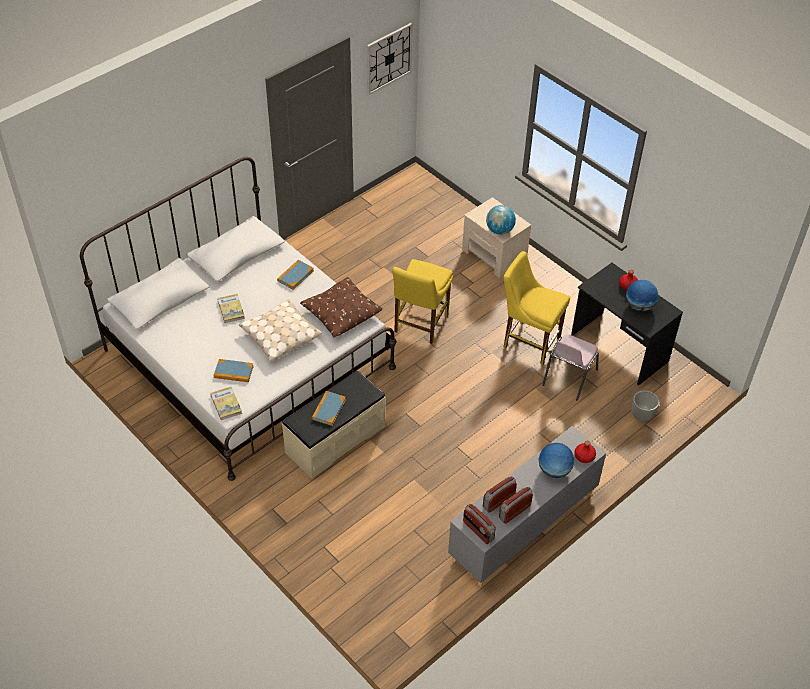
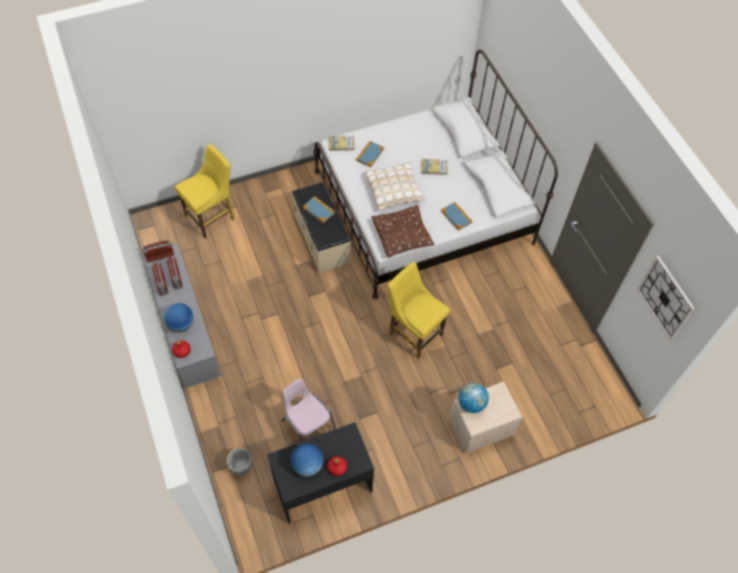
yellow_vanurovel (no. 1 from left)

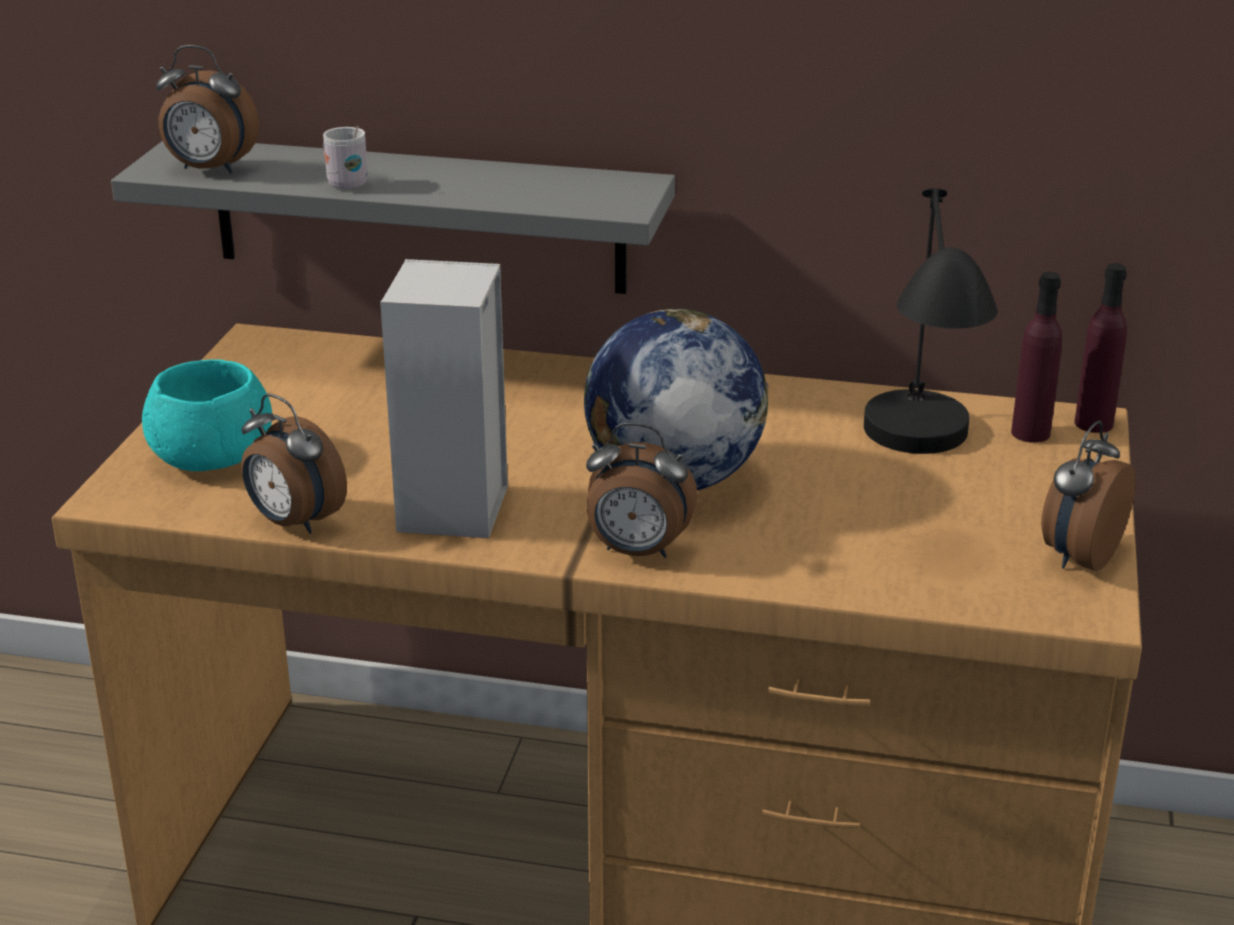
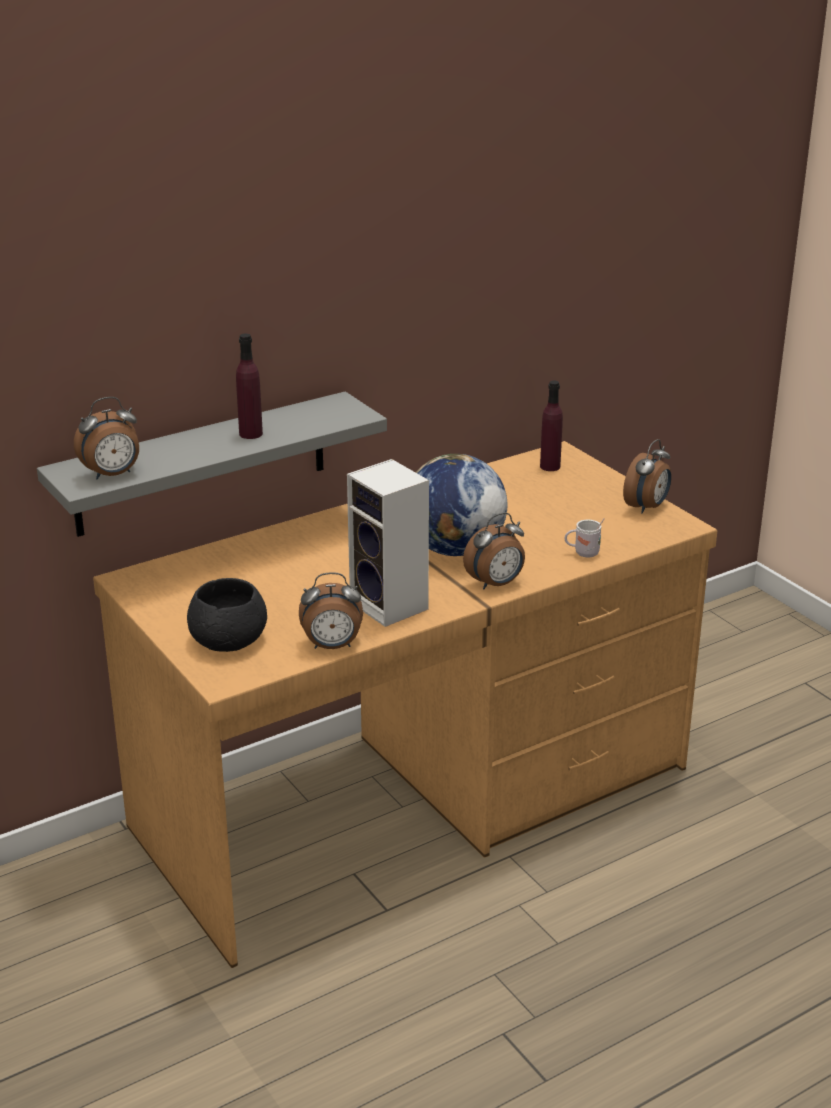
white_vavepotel; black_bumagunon; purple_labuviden (no. 1 from left); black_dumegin; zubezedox (no. 4 from left)

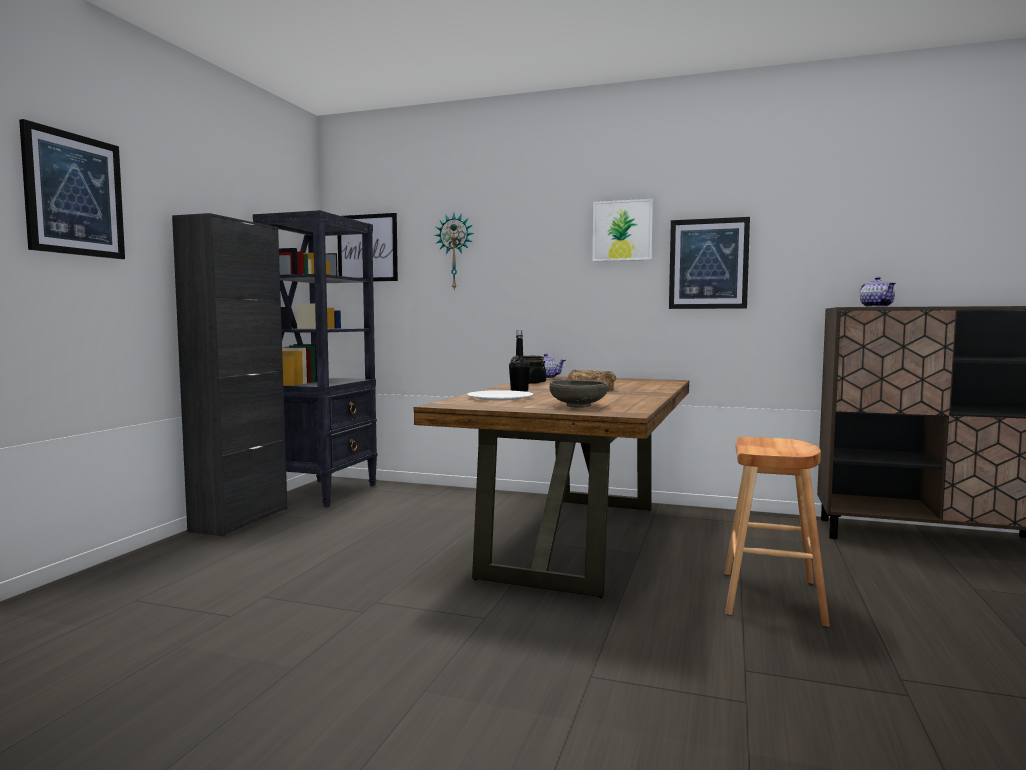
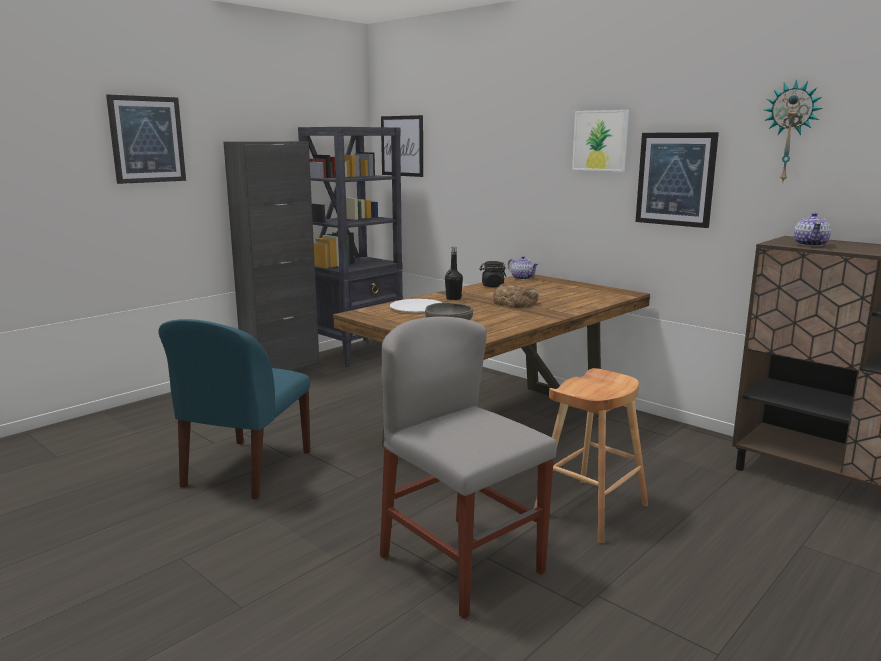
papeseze; grey_vanurovel; blue_vanurovel

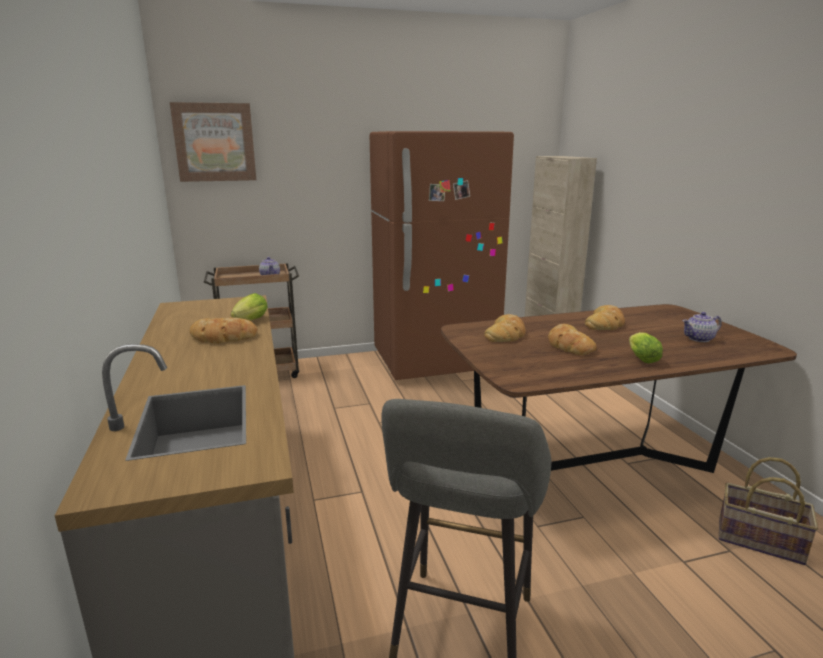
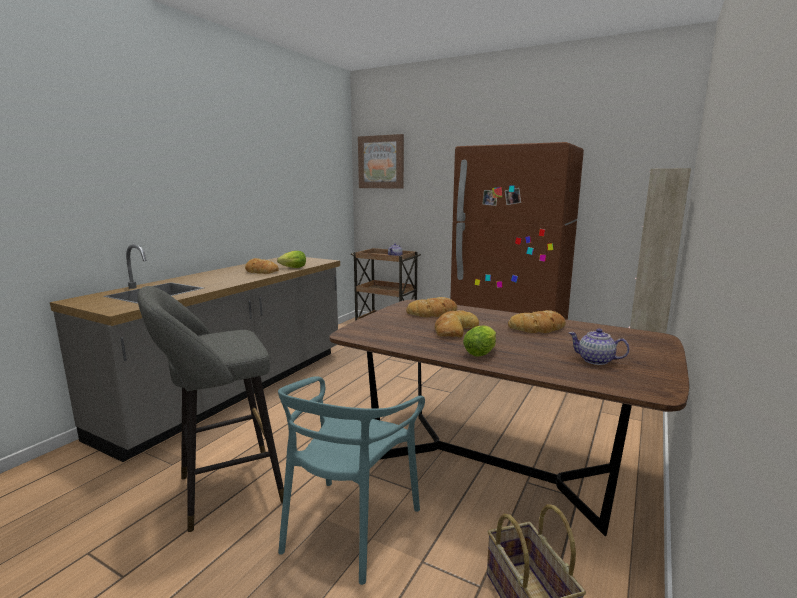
turquoise_vanurovel

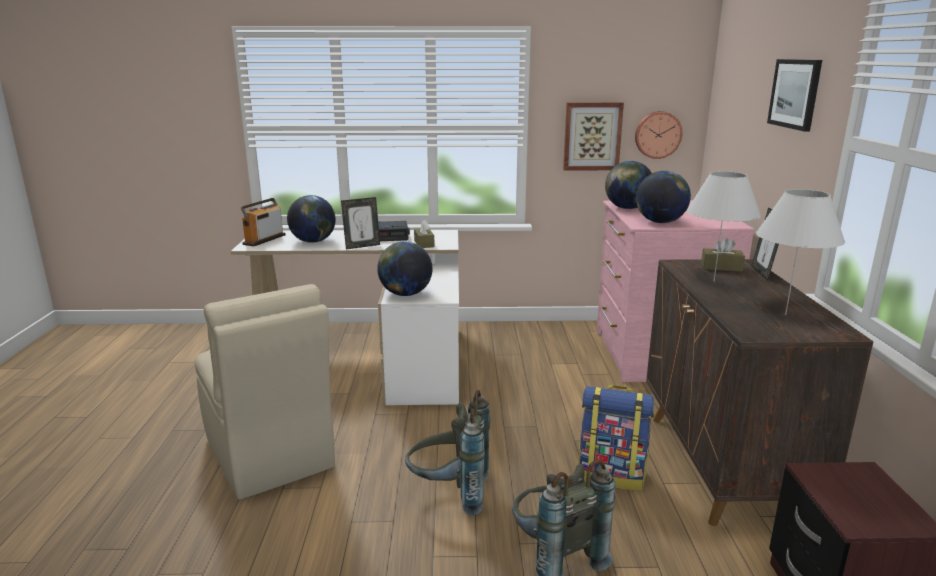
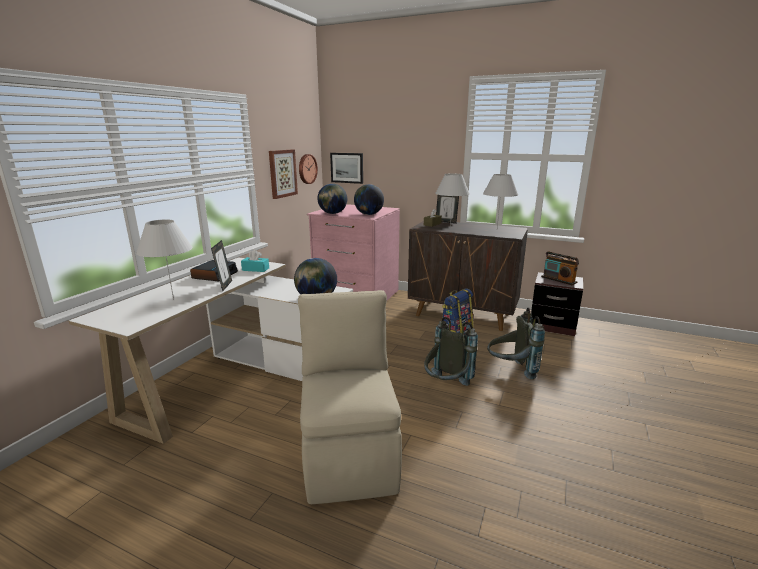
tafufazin (no. 2 from left); white_bumagunon (no. 1 from left); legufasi; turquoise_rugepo; beige_vanurovel

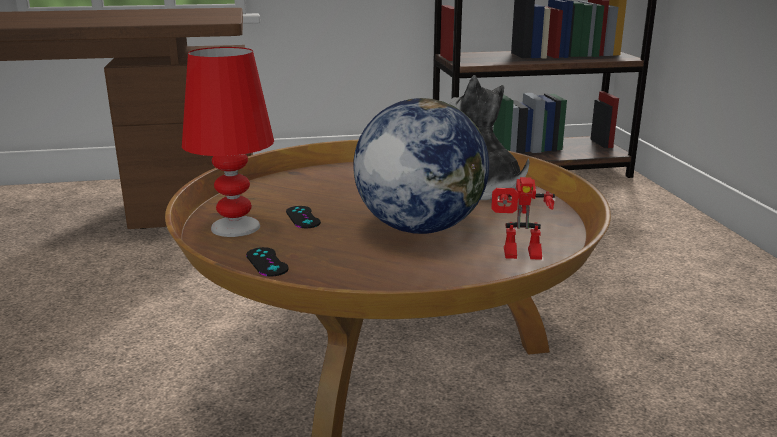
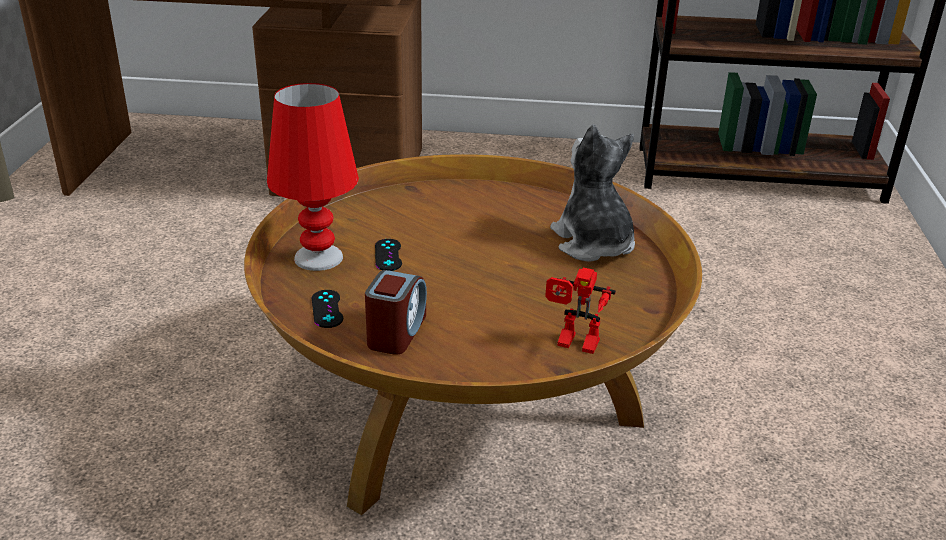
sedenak; zubezedox

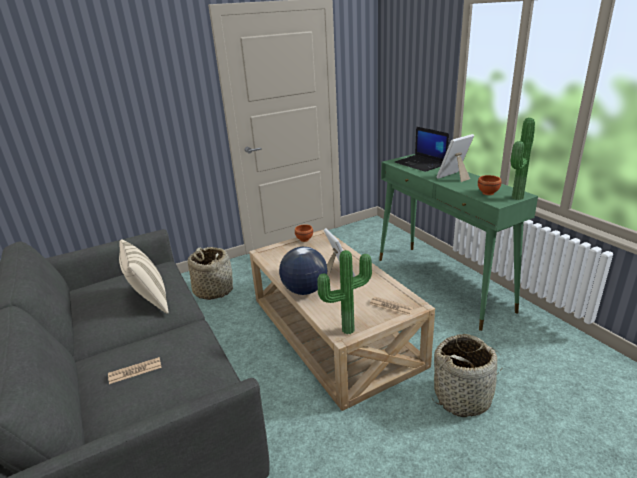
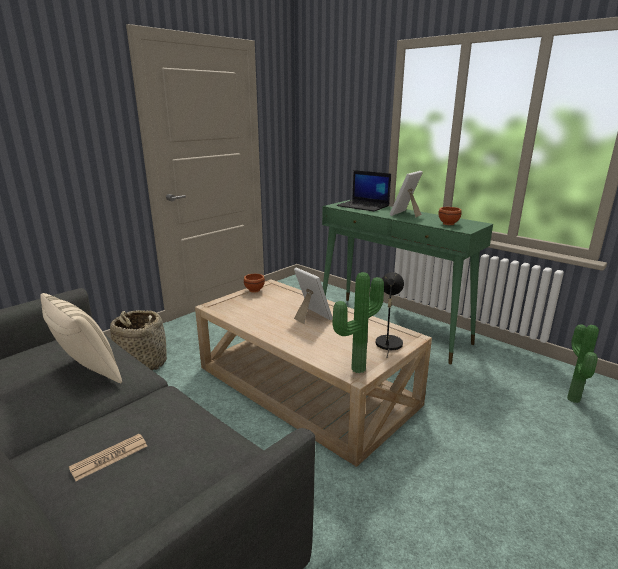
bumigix (no. 2 from left); sedenak; black_bumagunon; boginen (no. 2 from left in the first image)

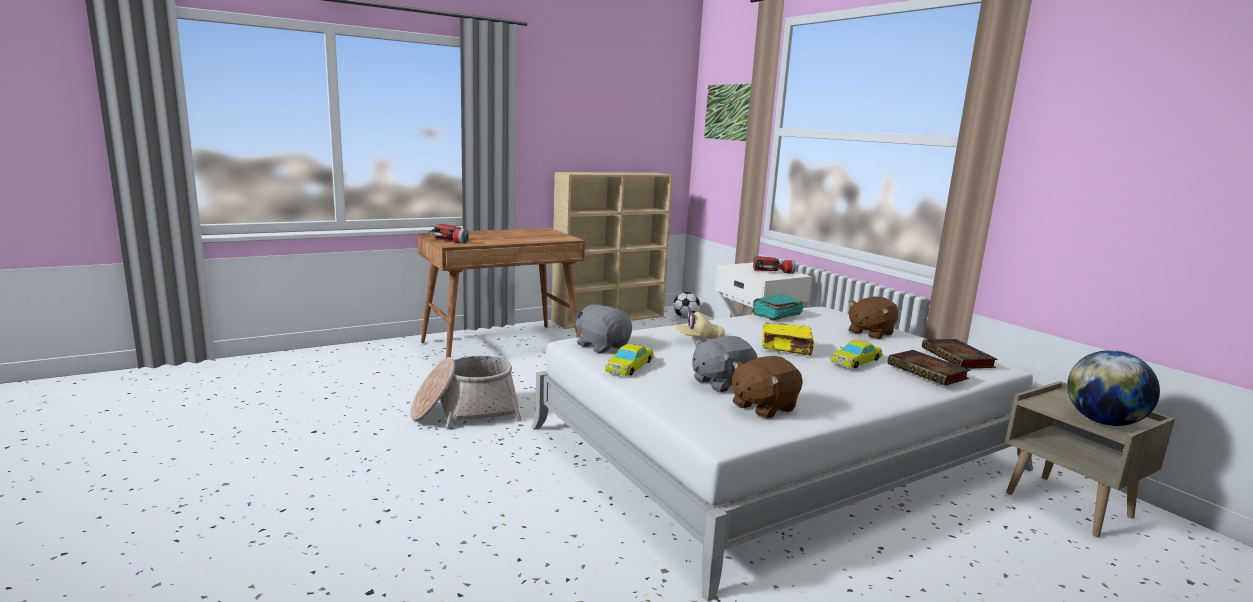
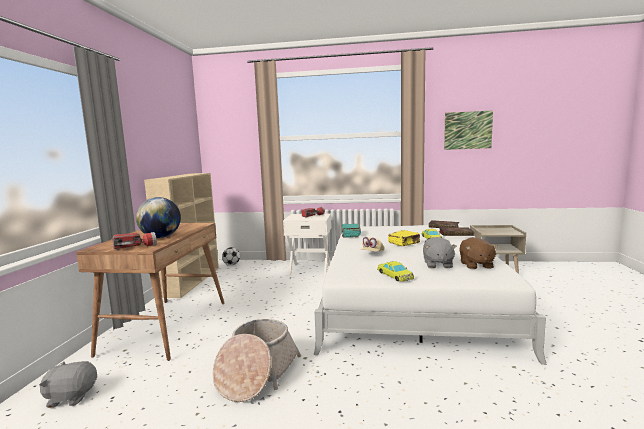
tafufazin; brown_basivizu (no. 2 from left in the first image); grey_basivizu (no. 1 from left); sedenak

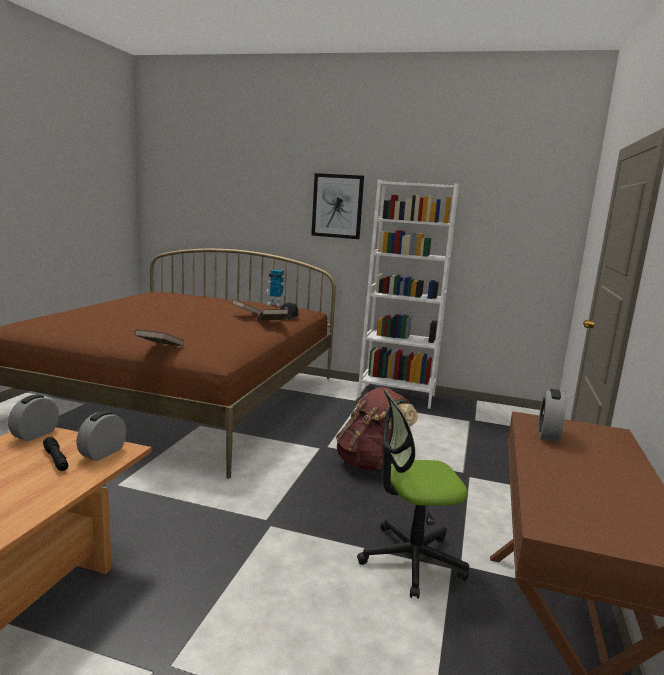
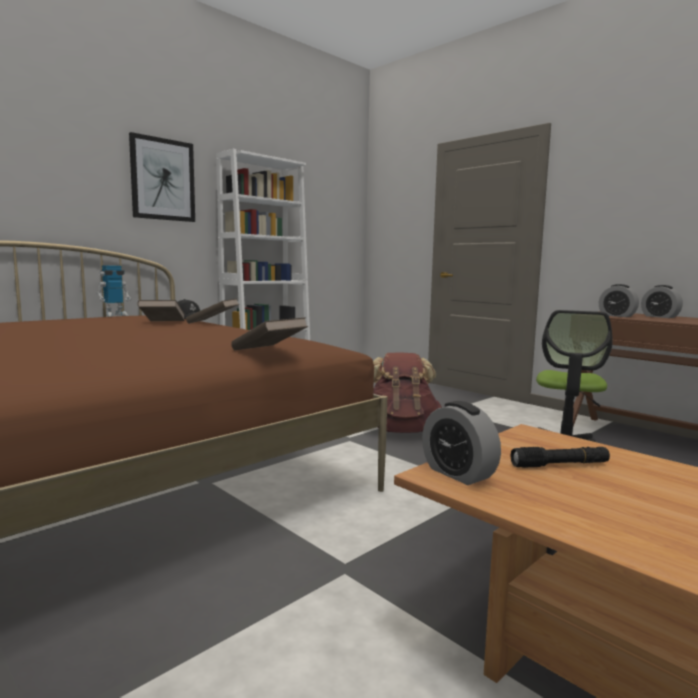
zubezedox (no. 3 from left)

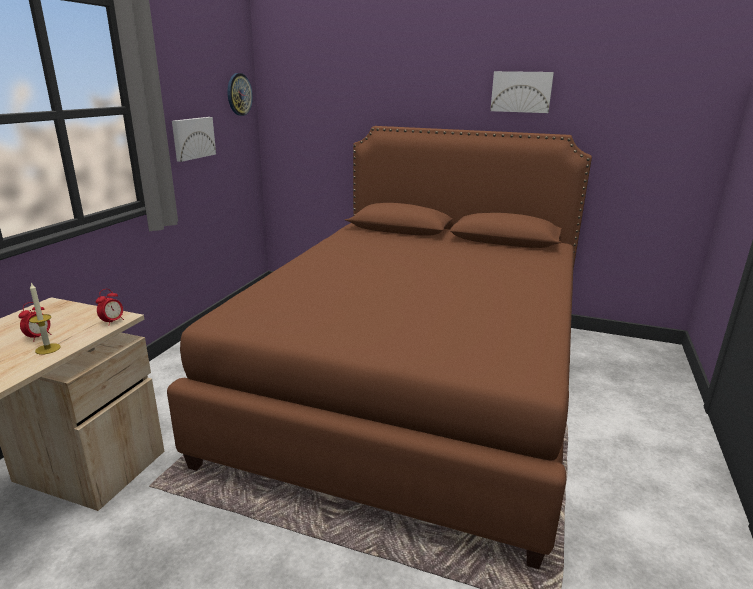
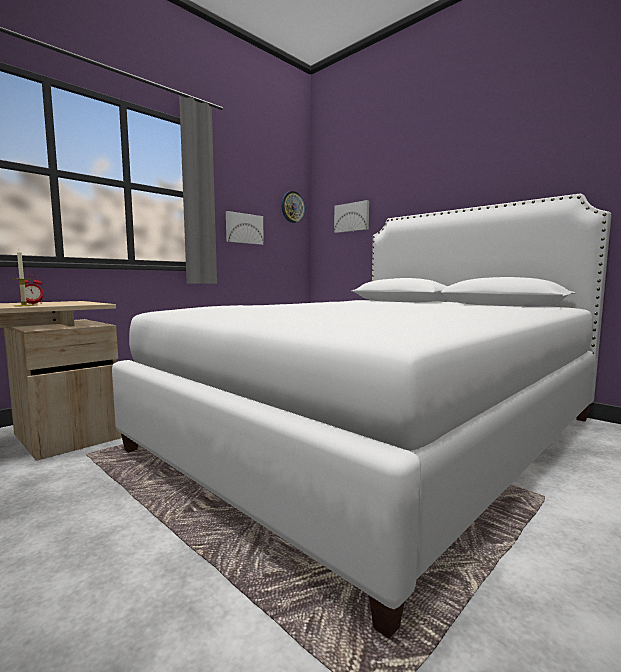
tafufazin (no. 2 from left); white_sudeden; zubezedox (no. 2 from left in the first image)

